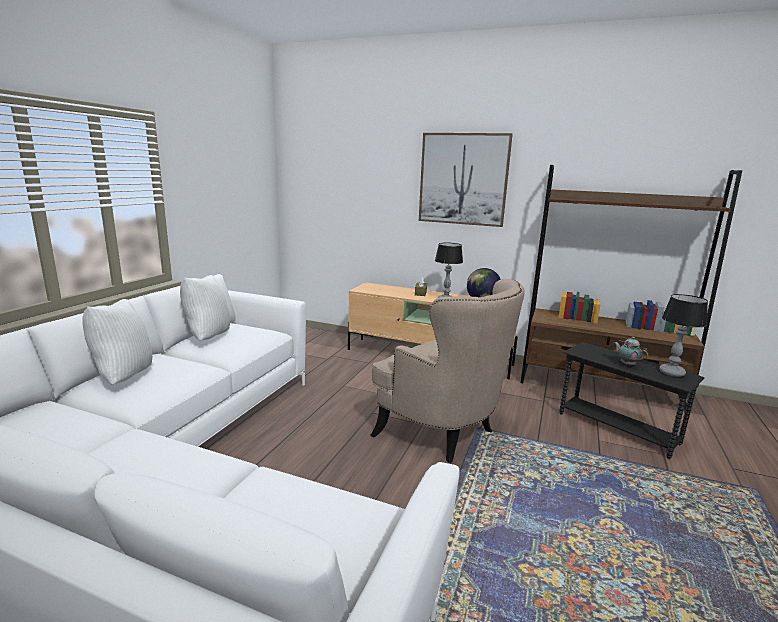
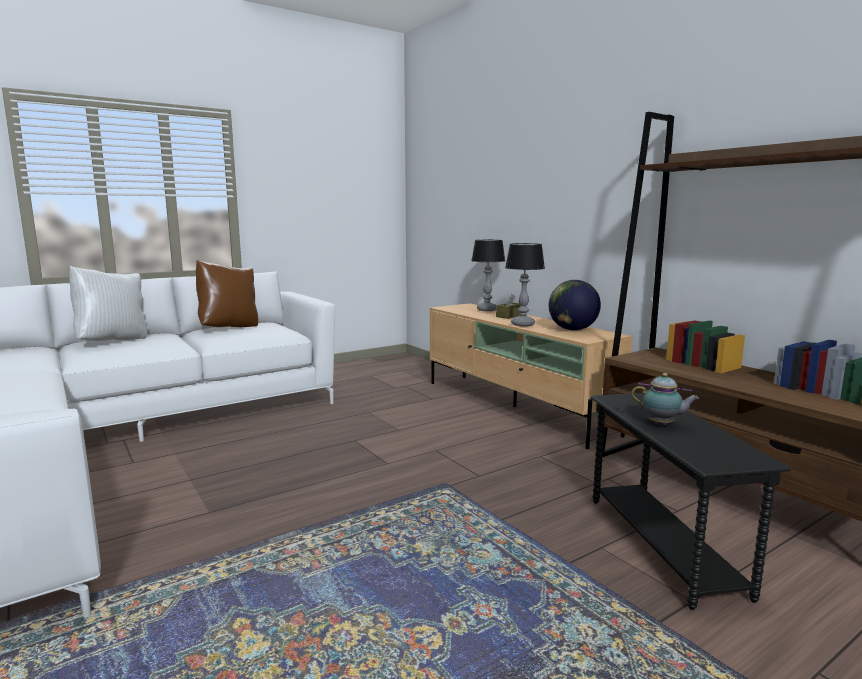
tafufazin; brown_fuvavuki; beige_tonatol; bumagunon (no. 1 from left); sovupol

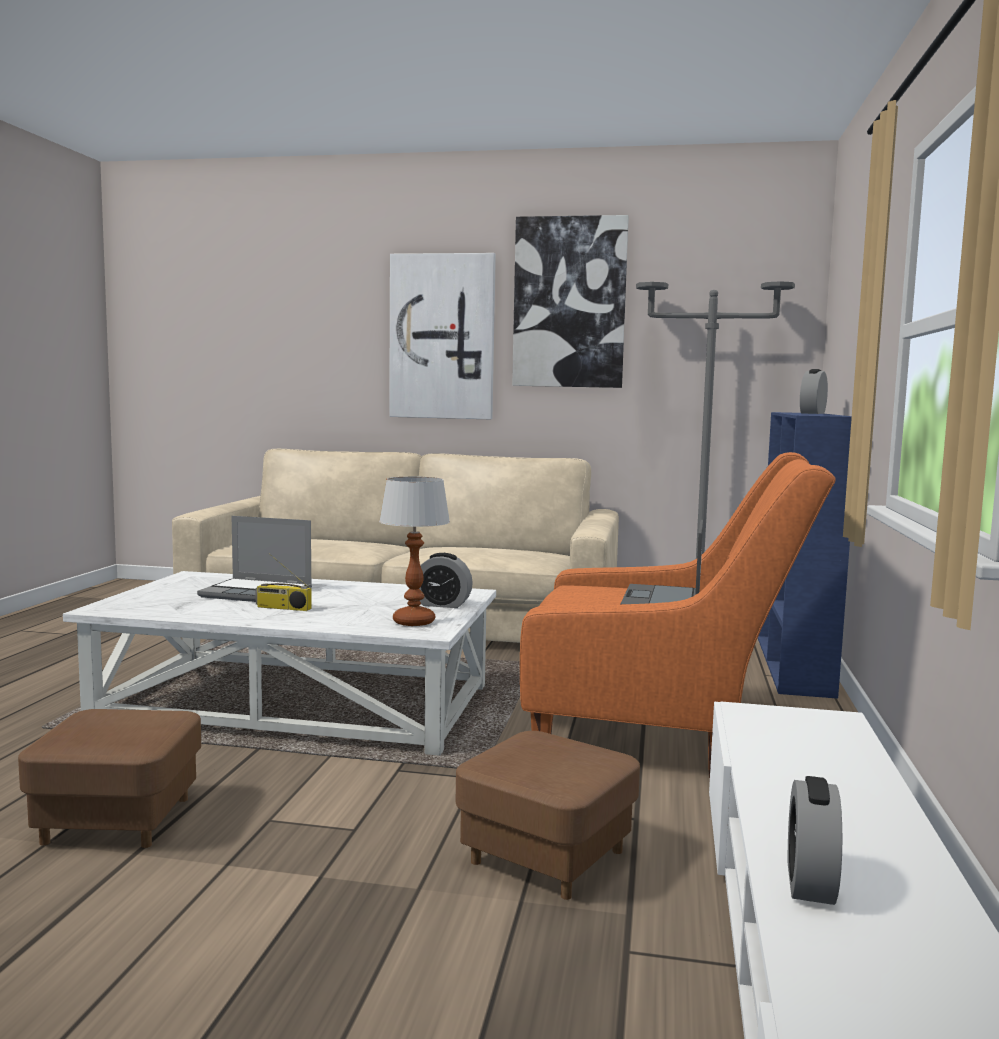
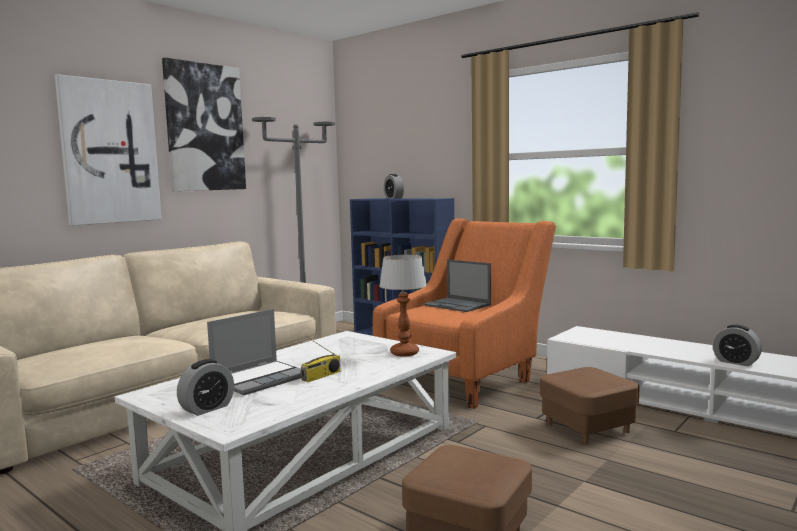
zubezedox (no. 1 from left)

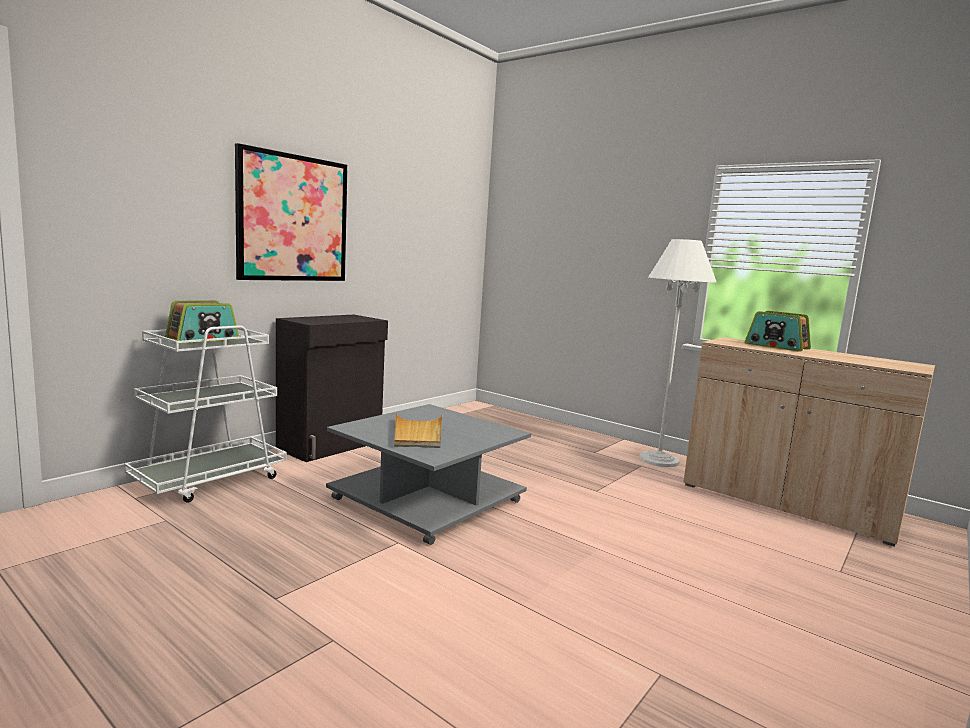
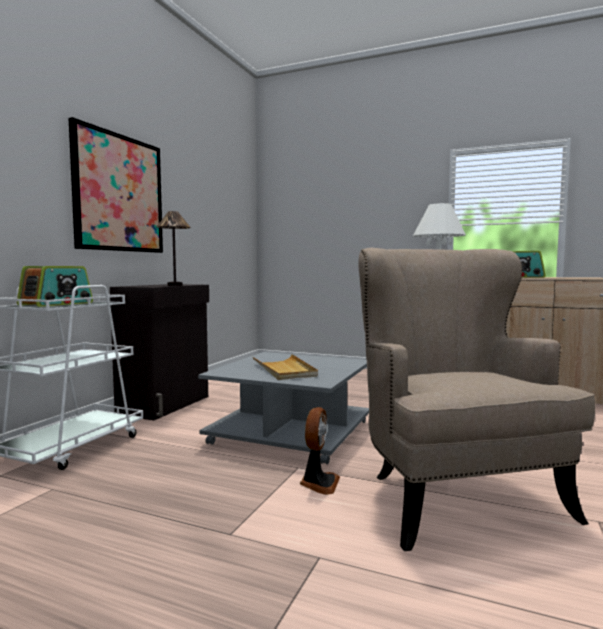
bumagunon; beige_tonatol; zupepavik

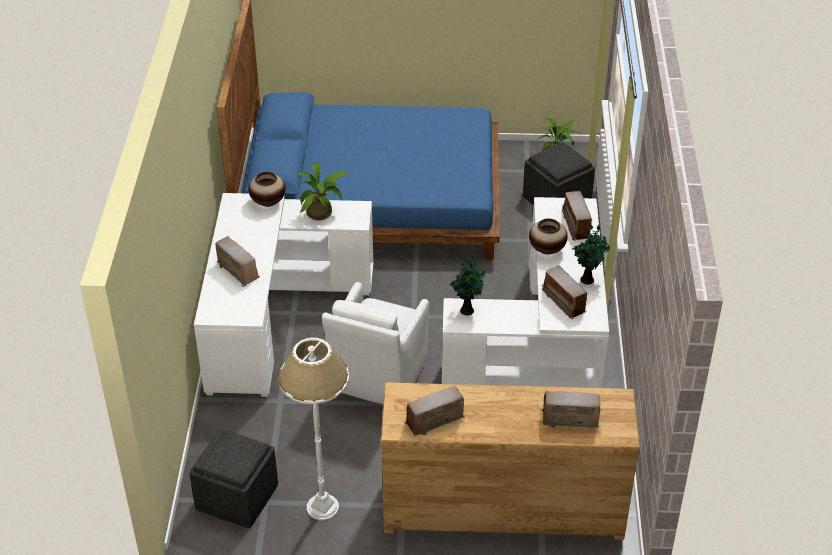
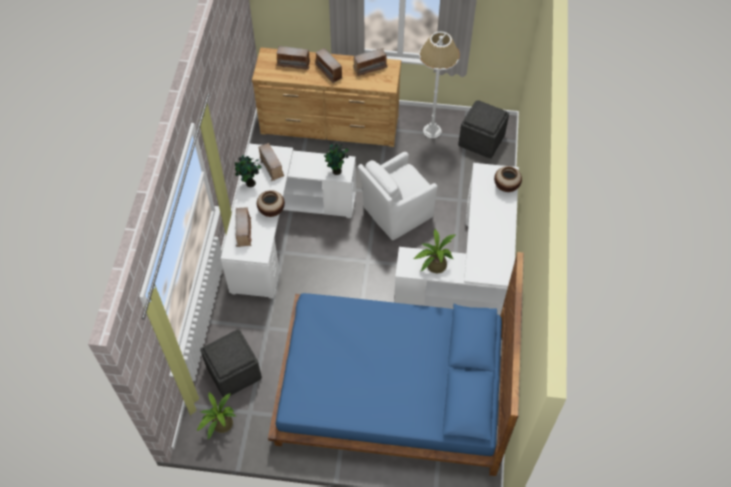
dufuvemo (no. 2 from left); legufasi (no. 4 from left); white_tonatol

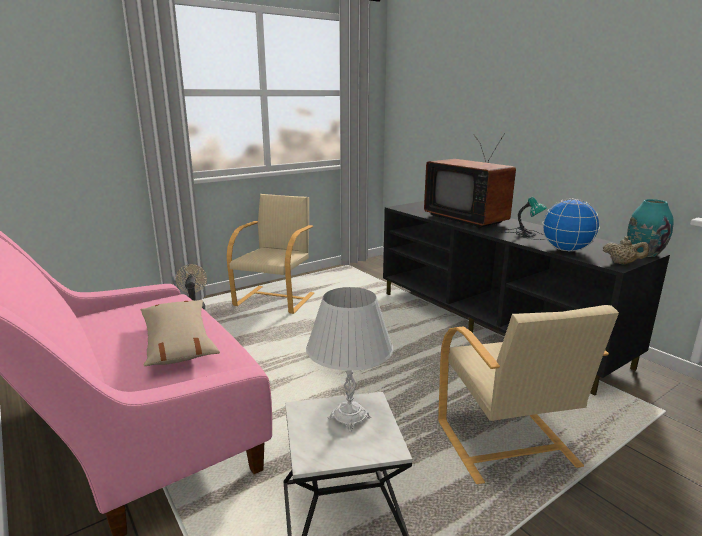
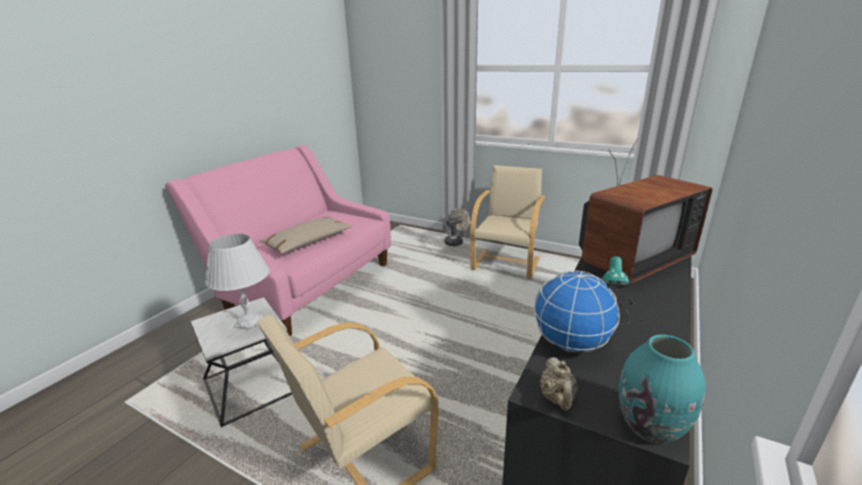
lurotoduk; beige_tonatol (no. 2 from left)

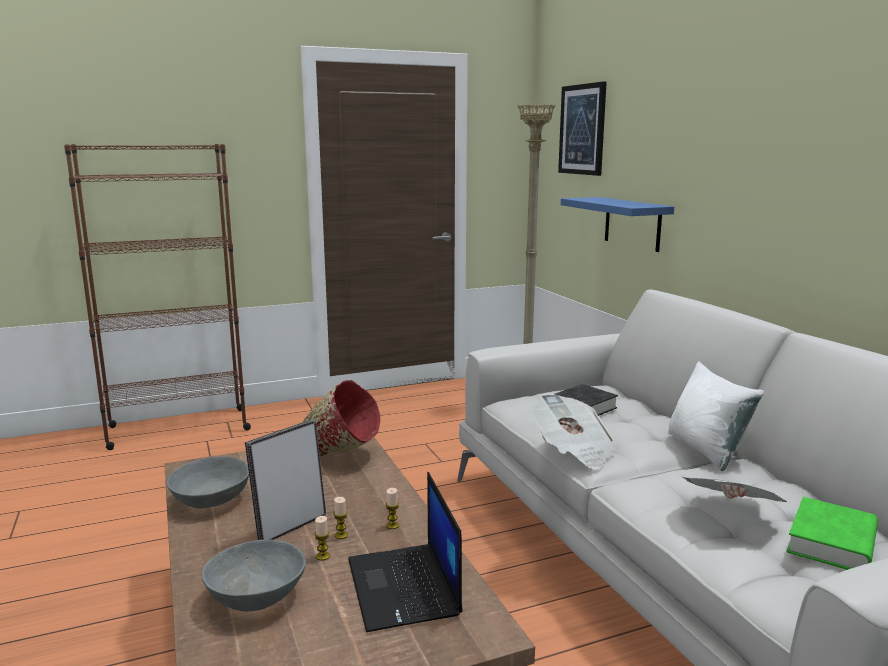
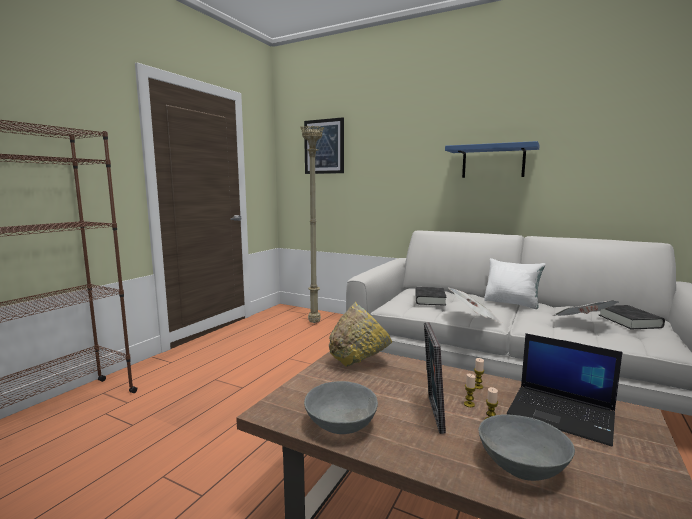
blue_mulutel; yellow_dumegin; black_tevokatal (no. 2 from left)

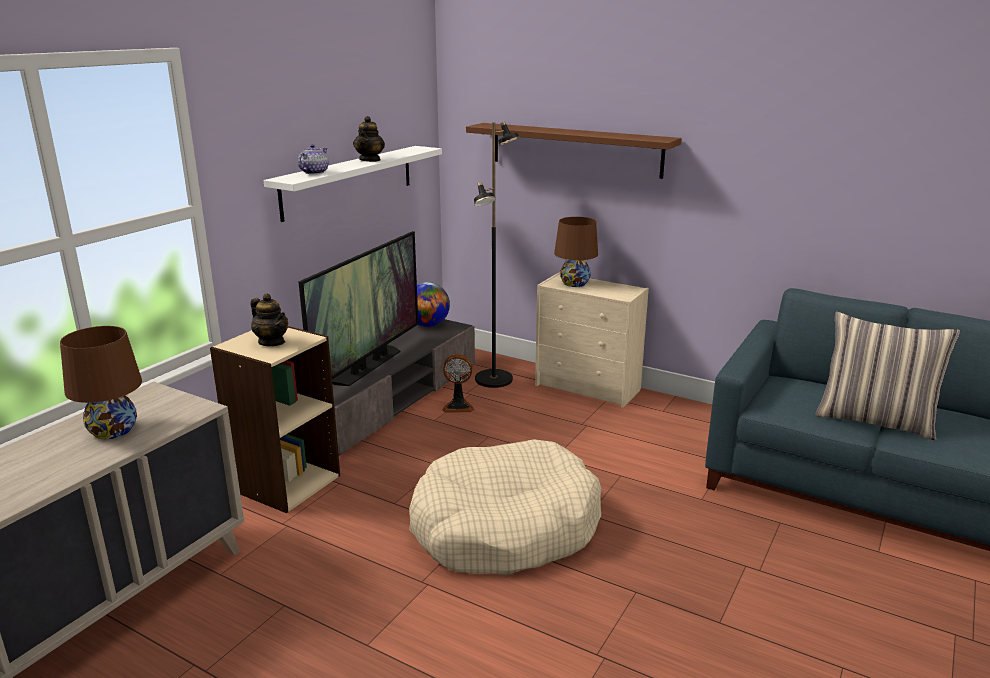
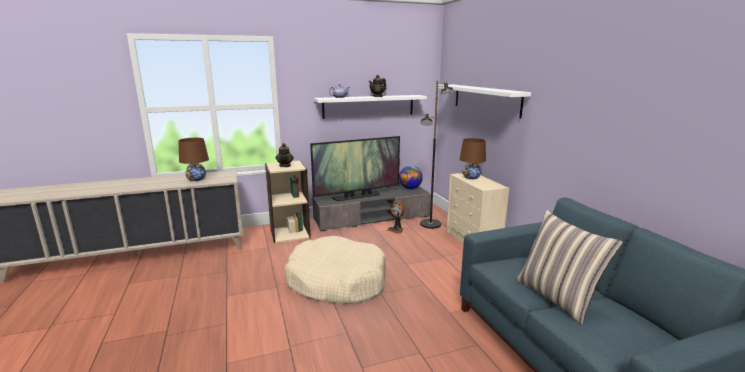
white_mulutel (no. 2 from left)

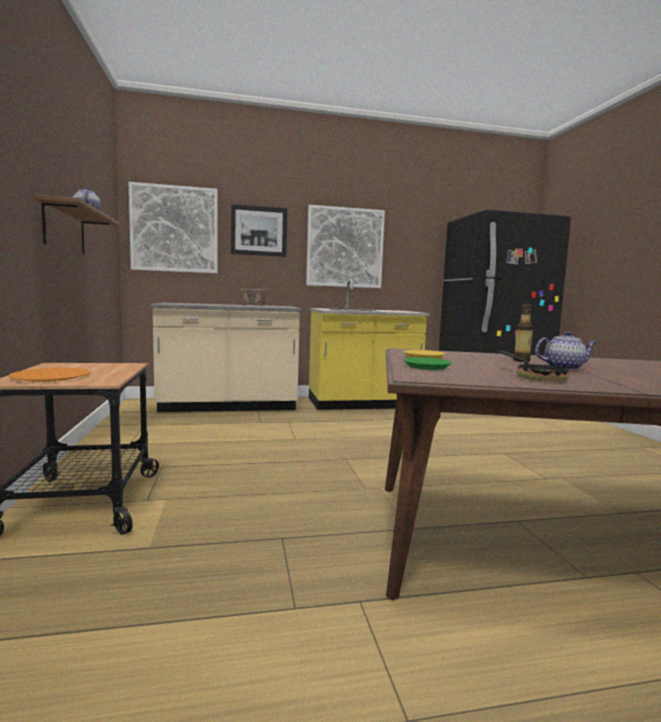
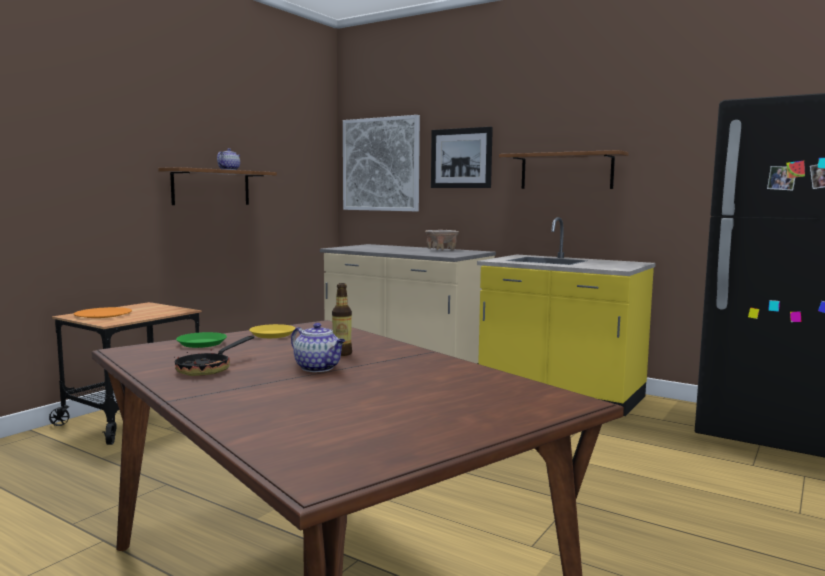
brown_mulutel (no. 2 from left)

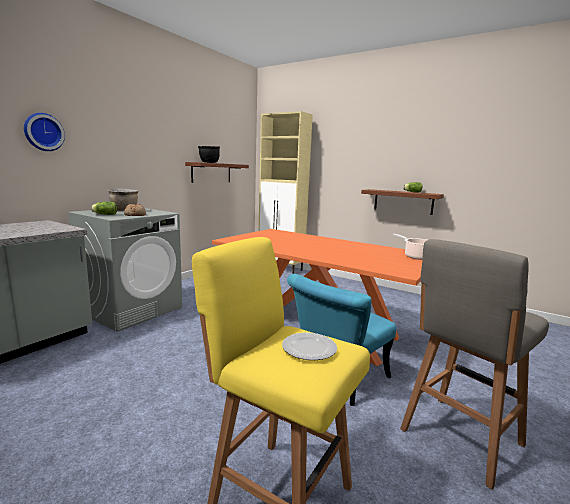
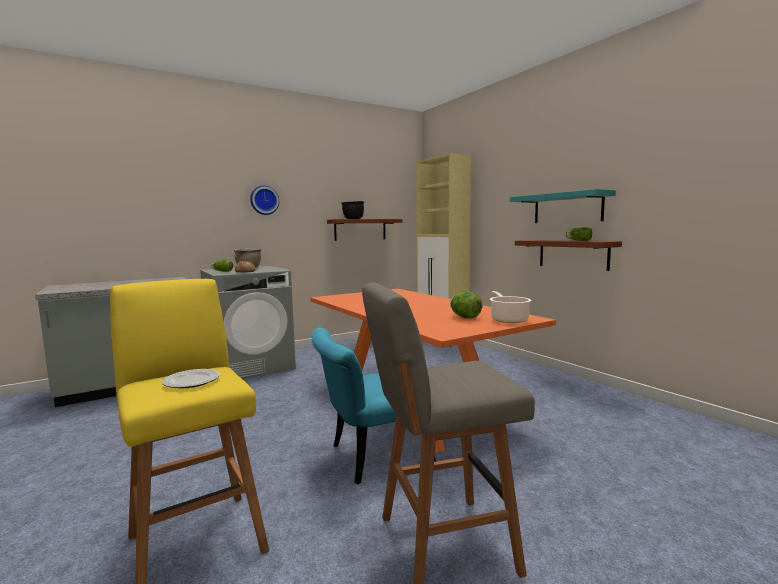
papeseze; turquoise_mulutel; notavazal (no. 2 from left)

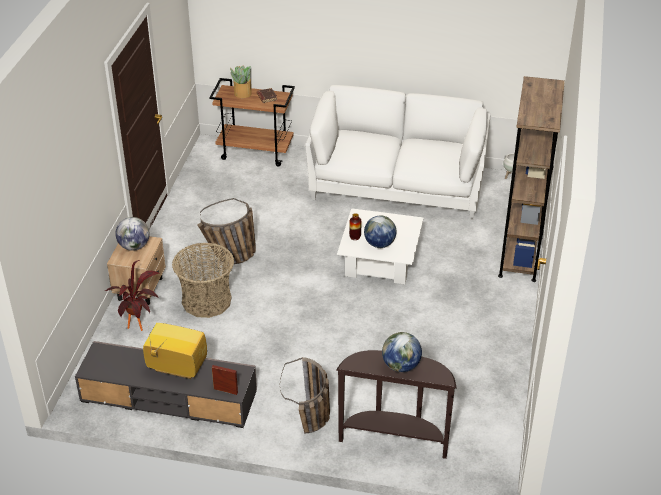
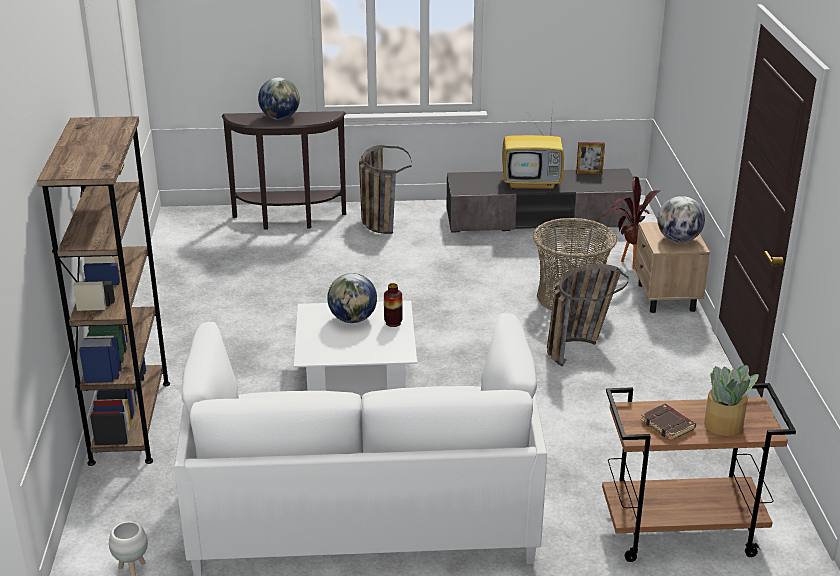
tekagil

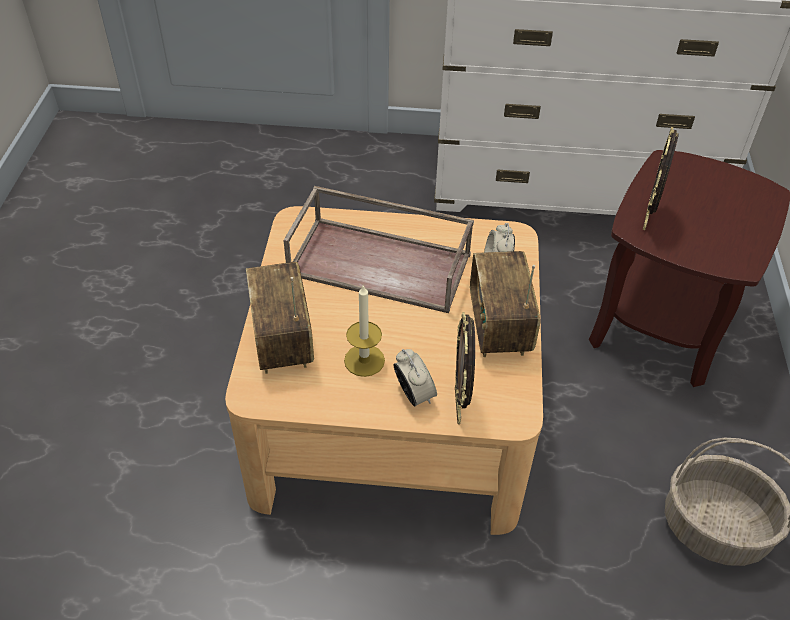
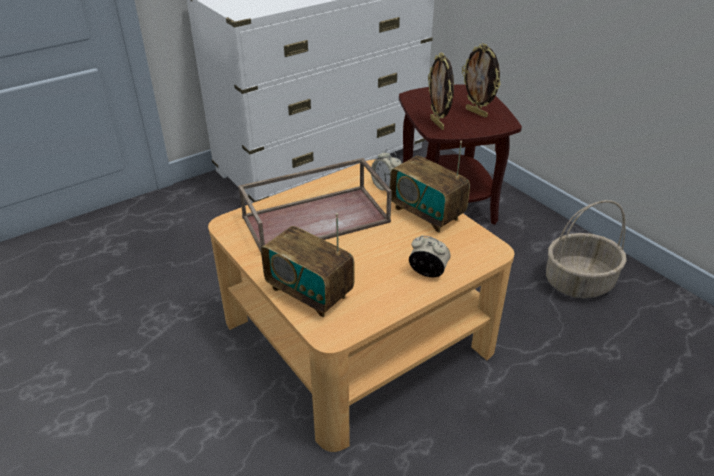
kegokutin; tekagil (no. 2 from left)

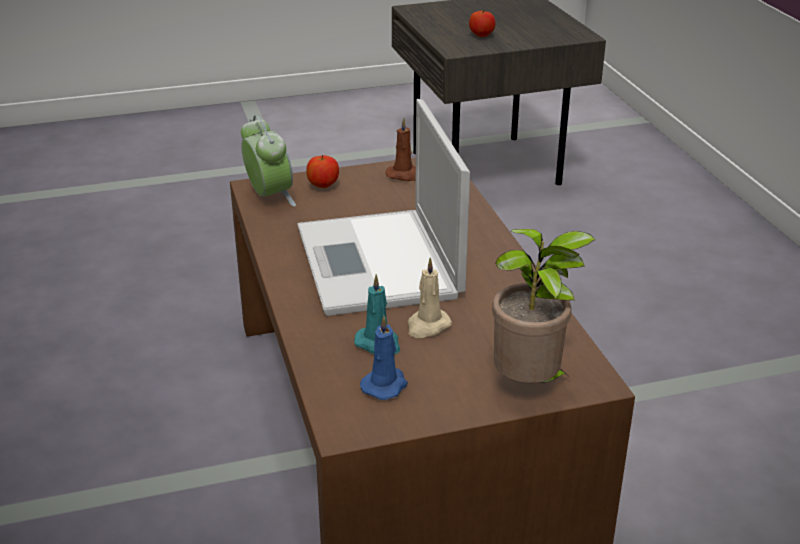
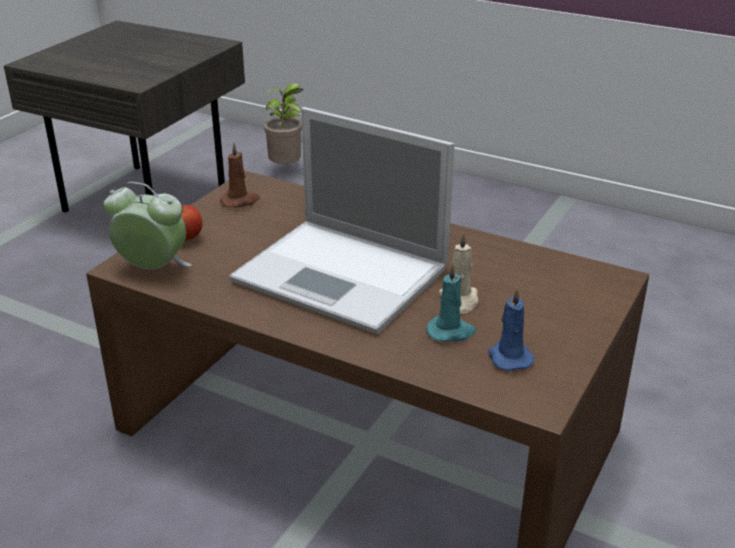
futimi (no. 2 from left in the first image); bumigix

